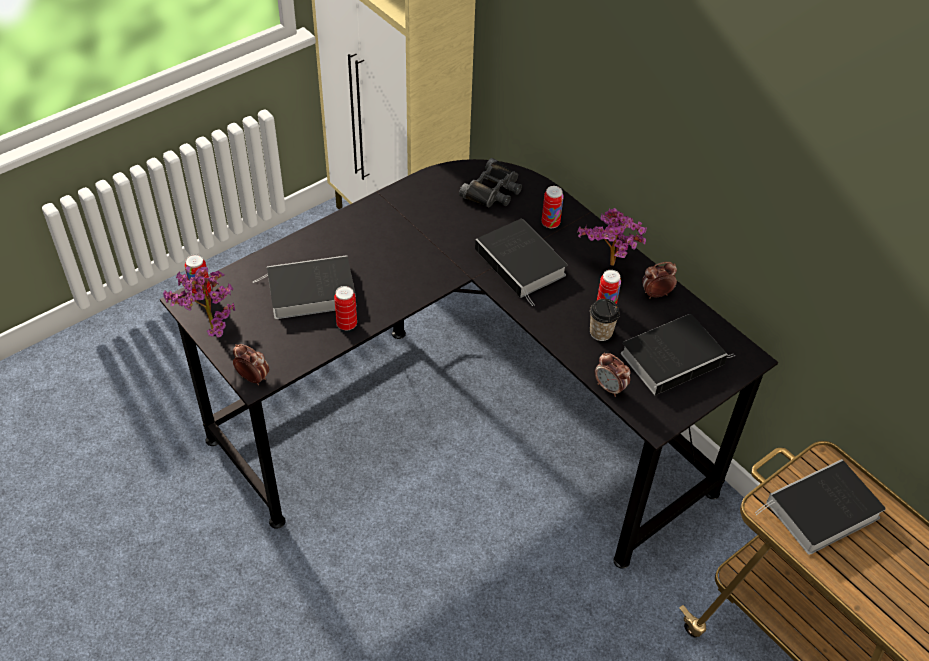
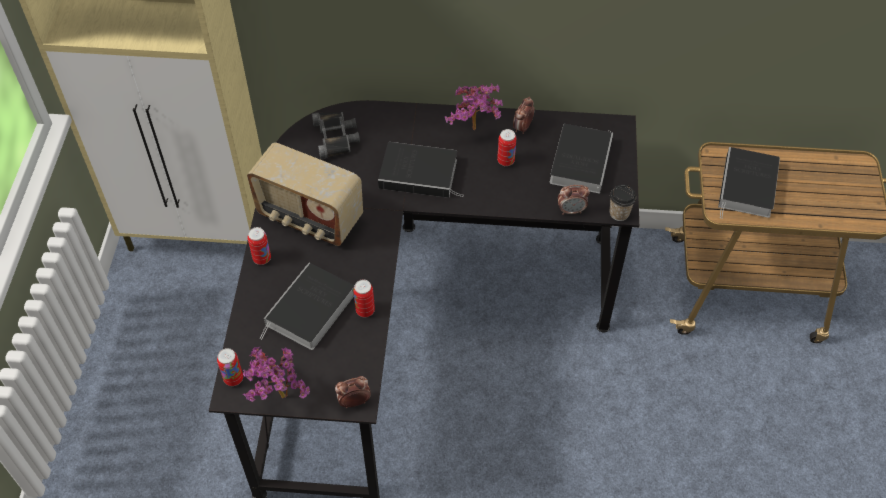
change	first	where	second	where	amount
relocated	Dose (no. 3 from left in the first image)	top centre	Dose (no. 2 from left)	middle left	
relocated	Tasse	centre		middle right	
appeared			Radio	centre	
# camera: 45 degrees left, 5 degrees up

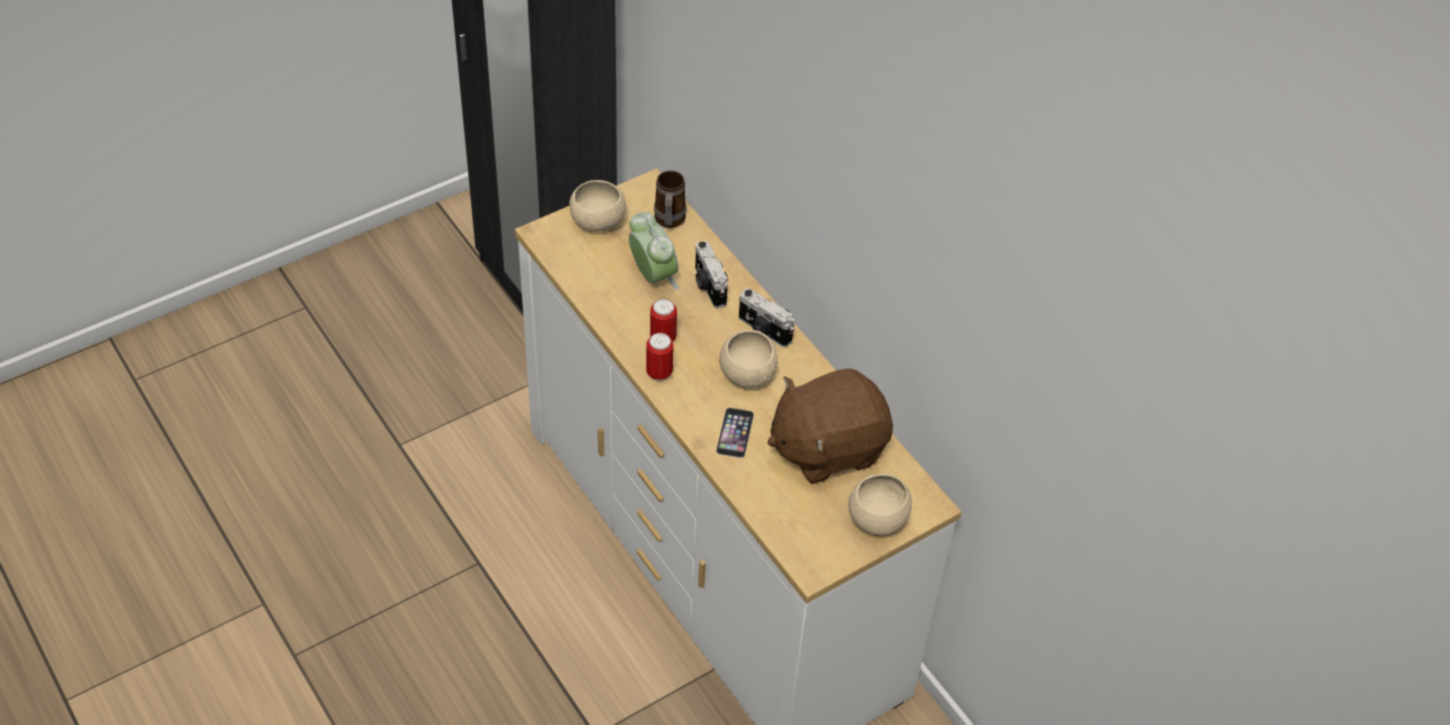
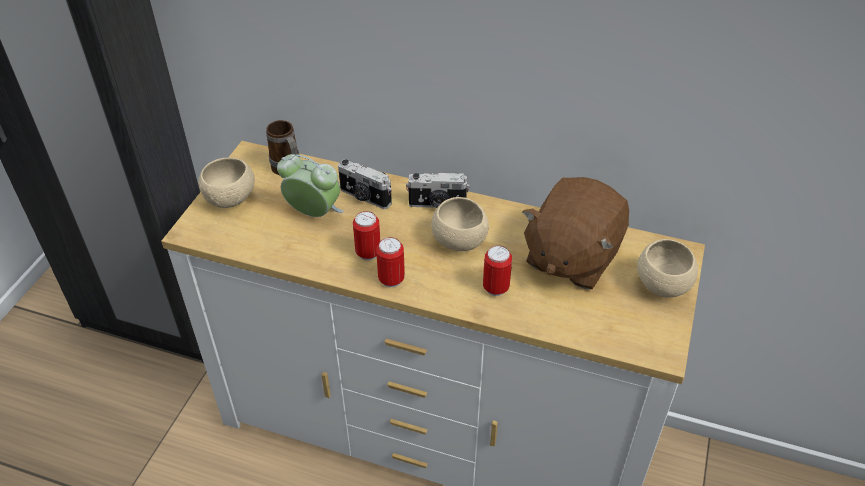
change	first	where	second	where	amount
exchanged	Handy	centre	Dose (no. 3 from left)	centre	
# camera: 35 degrees left, 5 degrees down

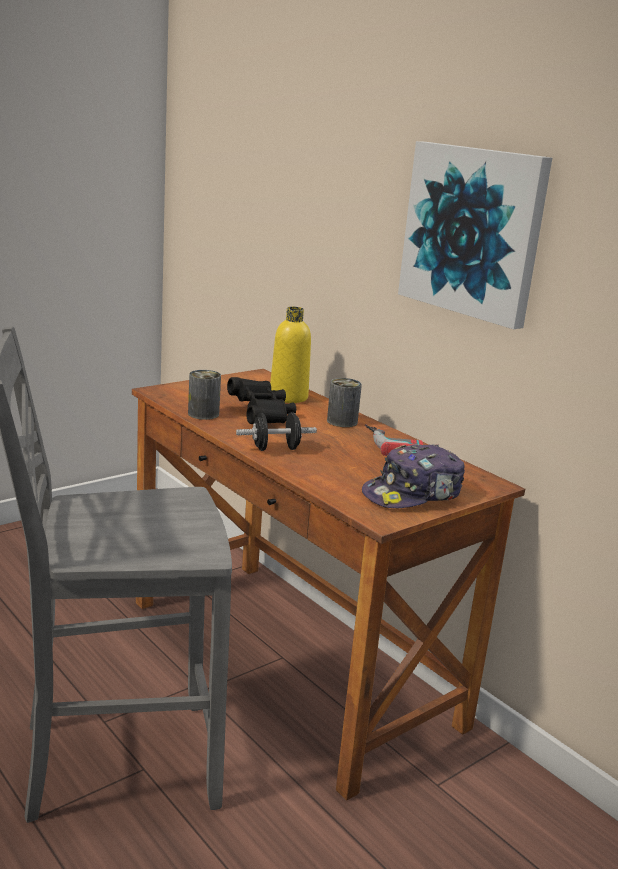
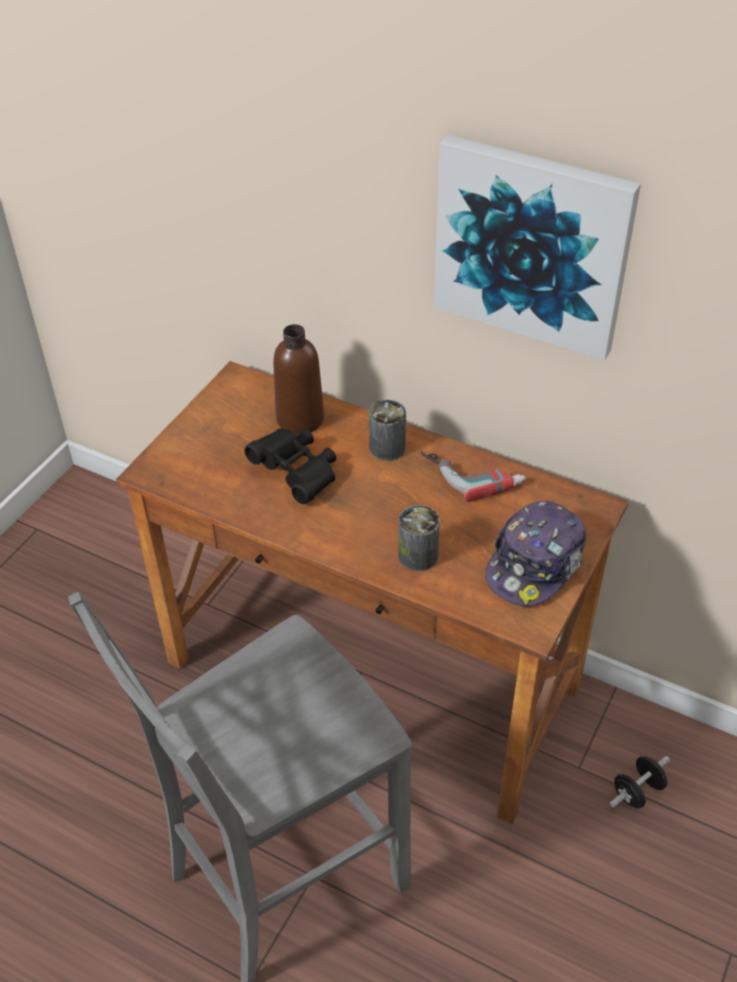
change	first	where	second	where	amount
colour	Flasche (gelb)	centre	Flasche (braun)	centre	
relocated	Dose (no. 1 from left in the first image)	middle left	Dose (no. 2 from left)	centre	
relocated	Hantel (schwarz)	centre		bottom right	
# camera: 20 degrees left, 25 degrees up

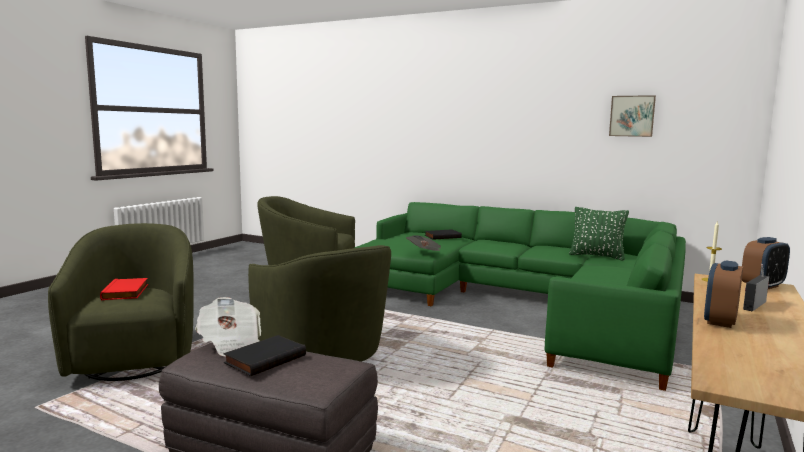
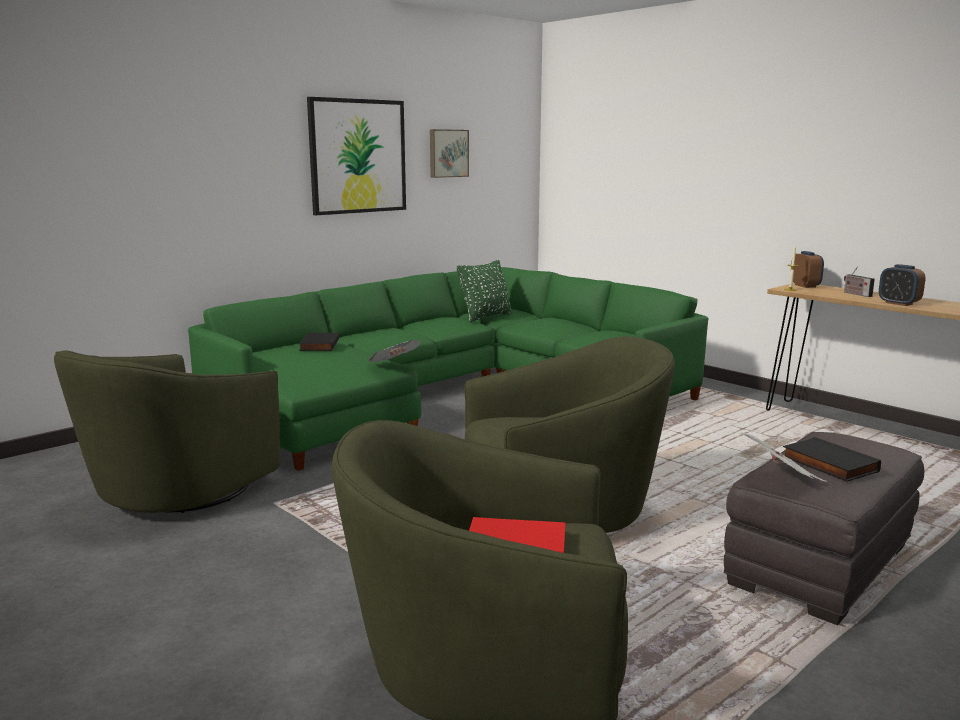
change	first	where	second	where	amount
appeared			Bild (no. 1 from left)	top centre	
# camera: 70 degrees left, 5 degrees up

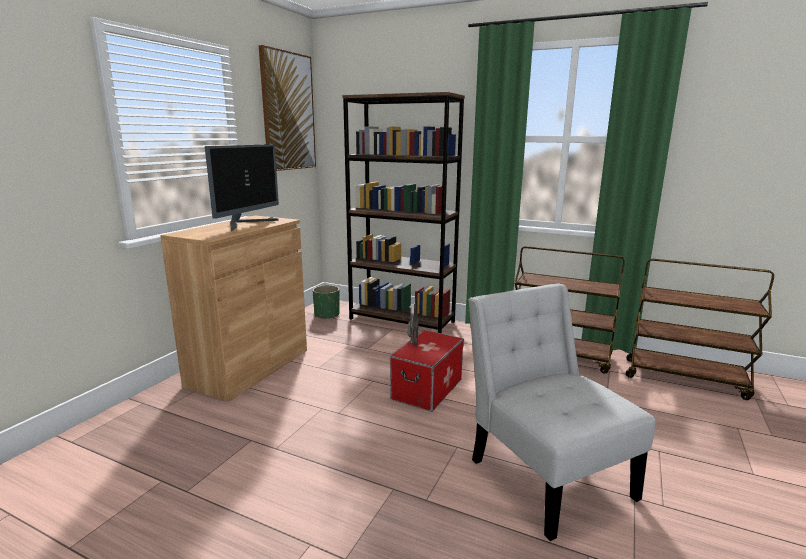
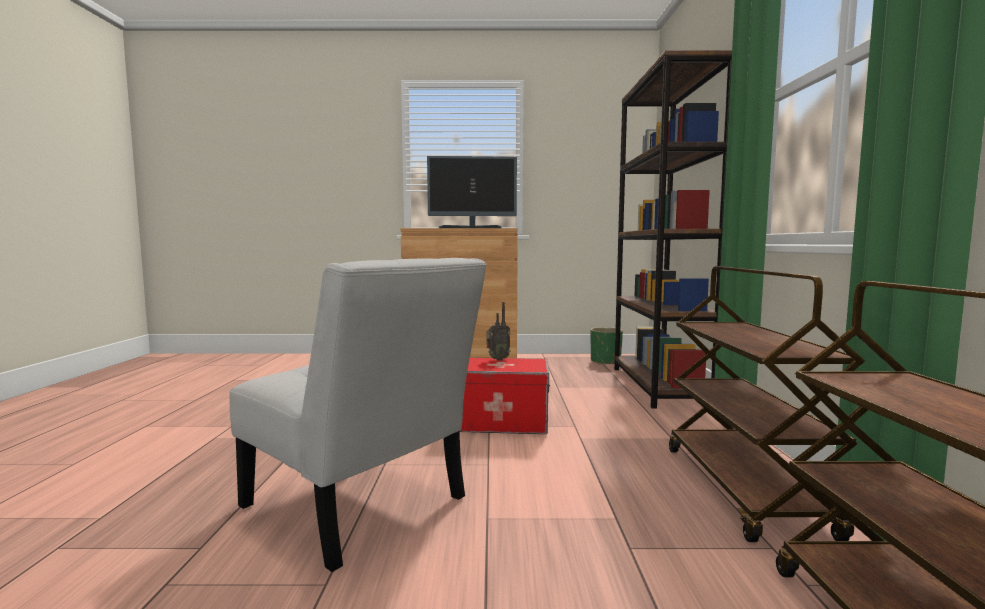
change	first	where	second	where	amount
missing	Bild	top centre			
spun	Stuhl (weiß)	bottom right		bottom centre	90 degrees clockwise
# camera: 65 degrees right, 10 degrees down

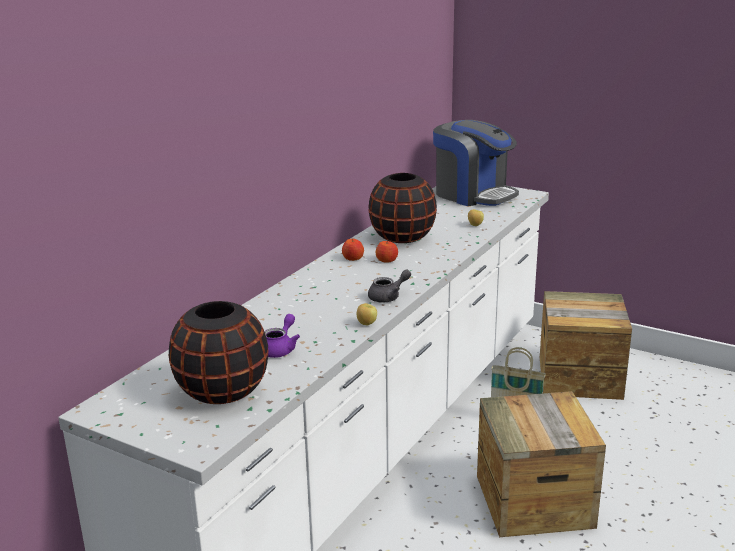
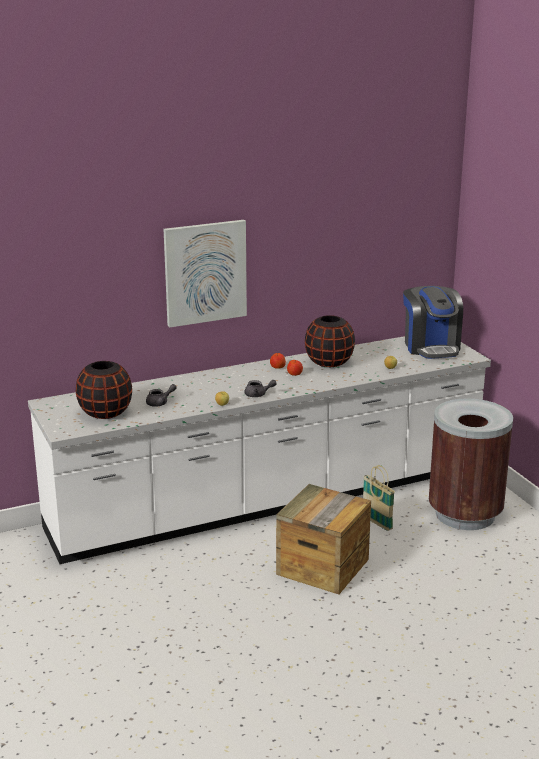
change	first	where	second	where	amount
exchanged	Kiste (no. 2 from left)	middle right	Mülleimer (braun)	middle right	
colour	Teekanne (lila)	centre	Teekanne (grau) (no. 1 from left)	middle left	
appeared			Bild	centre	
# camera: 35 degrees right, 0 degrees up

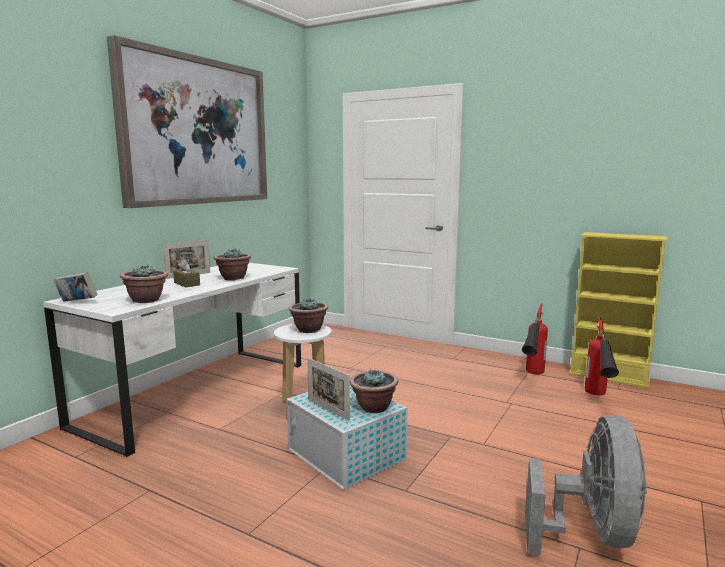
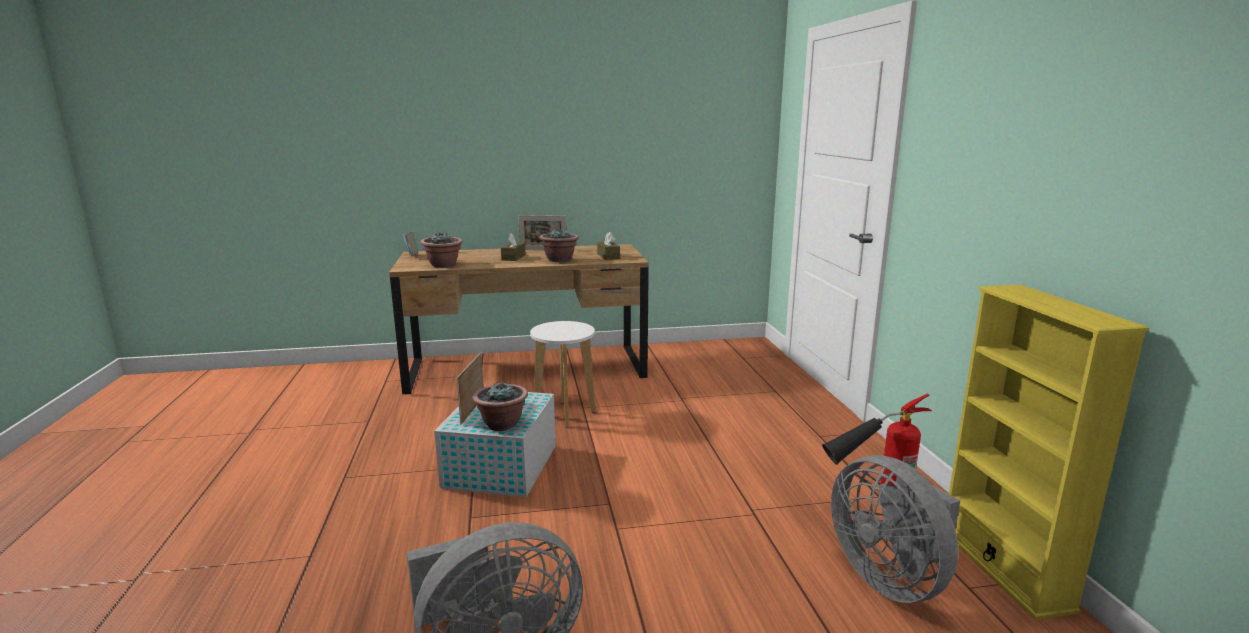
change	first	where	second	where	amount
missing	Bild	top left			
colour	Schreibtisch (weiß)	middle left	Schreibtisch (braun)	centre	
missing	Topfpflanze (no. 3 from left)	centre			
exchanged	Feuerlöscher (no. 2 from left)	middle right	Ventilator (grau) (no. 2 from left)	bottom right	
appeared			Taschentuchbox (braun) (no. 2 from left)	centre	
# camera: 50 degrees right, 5 degrees up

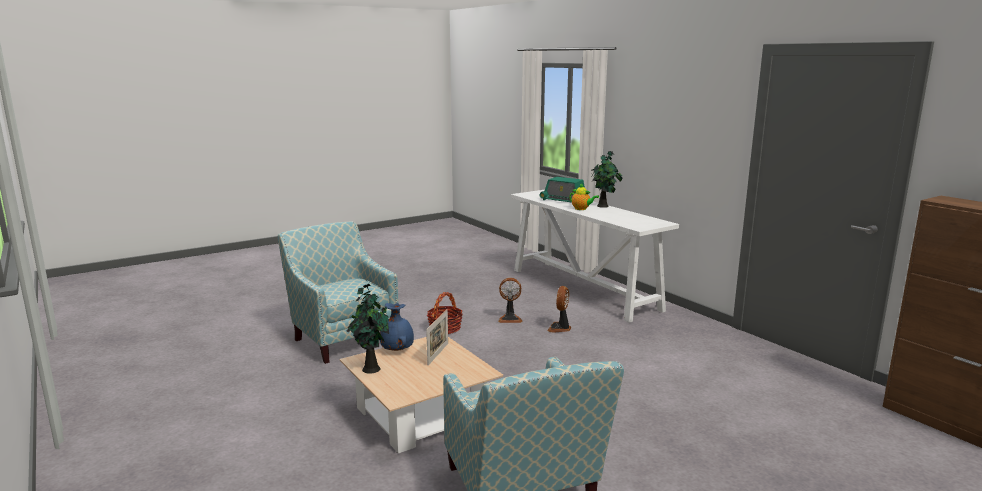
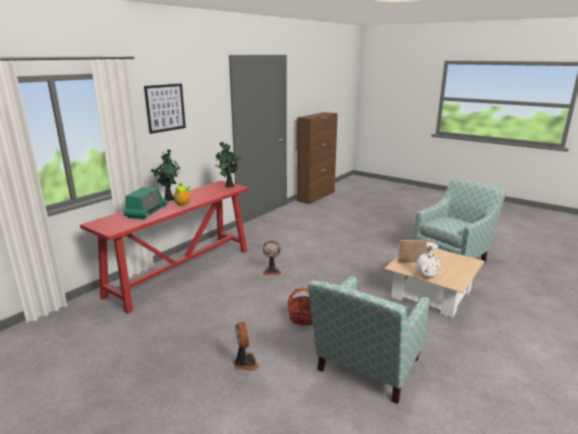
change	first	where	second	where	amount
colour	Konsolentisch (weiß)	centre	Konsolentisch (rot)	middle left	
relocated	Ventilator (no. 1 from left)	centre		bottom centre	
relocated	Topfpflanze (no. 1 from left in the first image)	bottom centre	Topfpflanze (no. 2 from left)	centre	
colour	Vase (blau)	centre	Vase (weiß)	middle right	
appeared			Bild	top left	
# camera: 110 degrees left, 5 degrees up

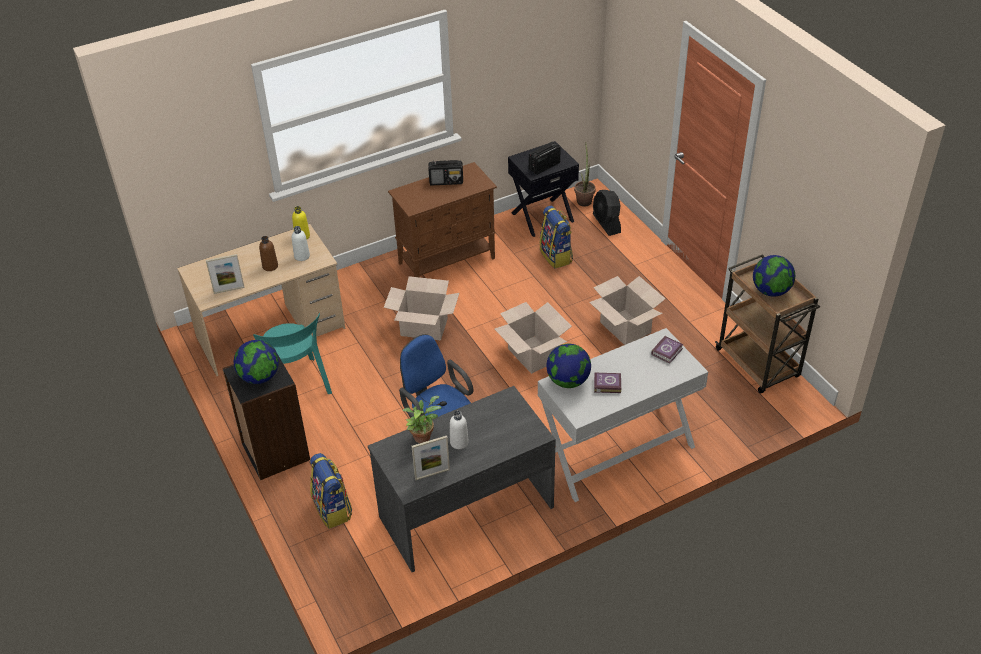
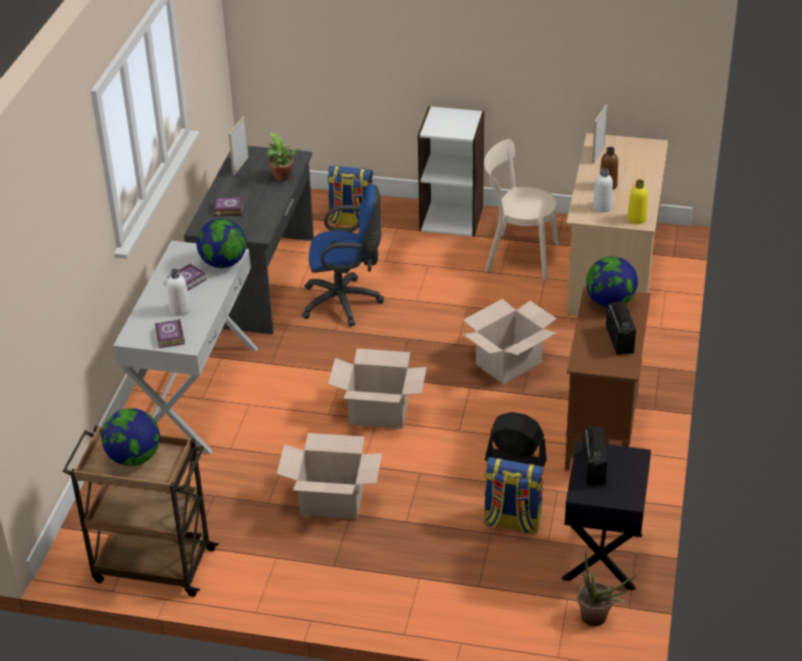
change	first	where	second	where	amount
spun	Radio (no. 1 from left in the first image)	top centre	Radio (no. 2 from left)	middle right	135 degrees clockwise
relocated	Ventilator (schwarz)	top centre		centre	
colour	Stuhl (türkis)	middle left	Stuhl (beige)	top centre	
relocated	Globus (no. 1 from left in the first image)	middle left	Globus (no. 3 from left)	middle right	
colour	Bücherregal (schwarz)	middle left	Bücherregal (weiß)	top centre	
relocated	Flasche (weiß) (no. 2 from left in the first image)	centre	Flasche (weiß) (no. 1 from left)	middle left	
appeared			Buch (no. 3 from left)	top left	
# camera: 130 degrees right, 5 degrees down

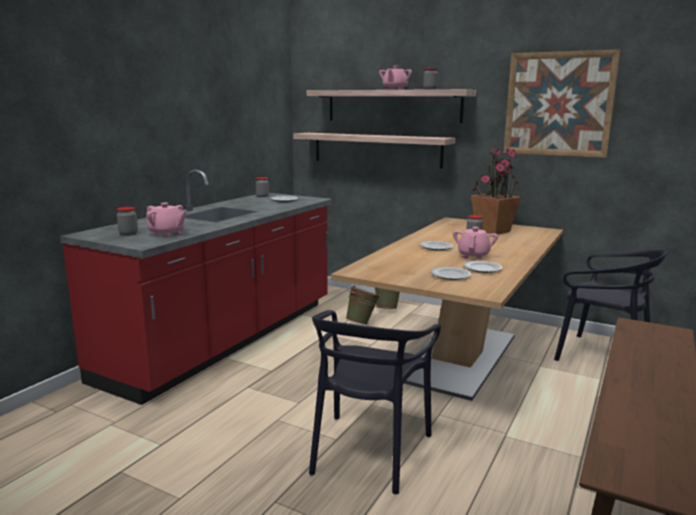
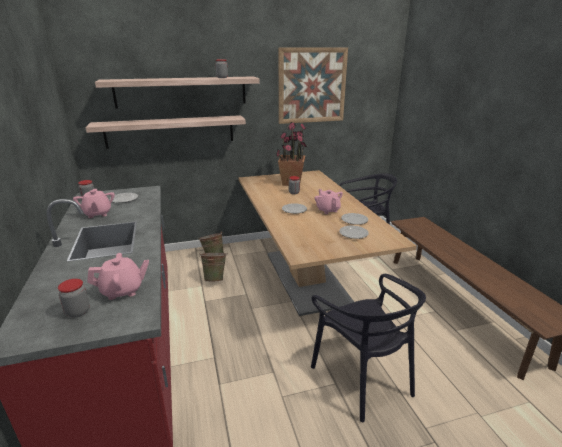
change	first	where	second	where	amount
relocated	Teekanne (rosa) (no. 2 from left in the first image)	top centre	Teekanne (rosa) (no. 1 from left)	middle left	
# camera: 45 degrees left, 10 degrees up

